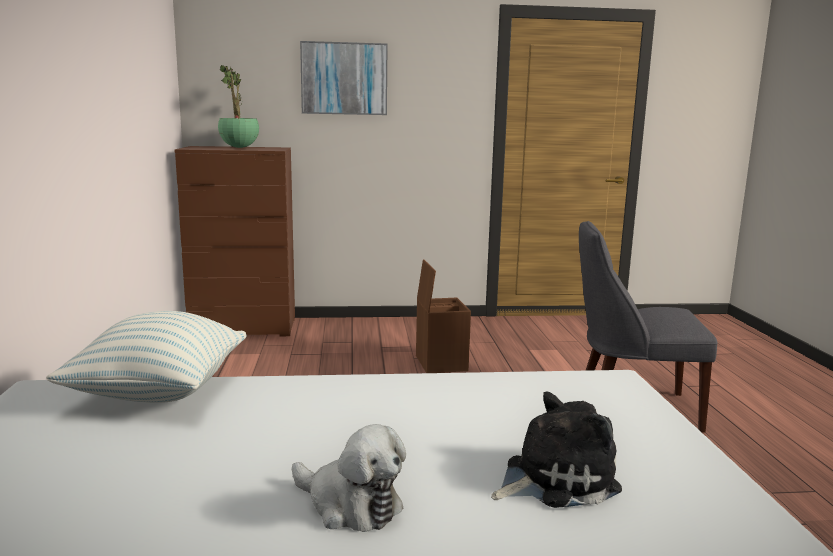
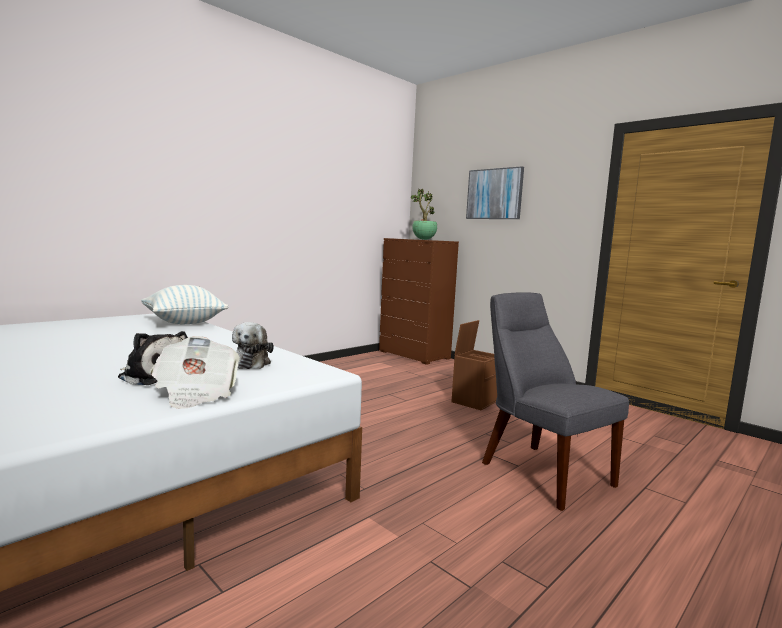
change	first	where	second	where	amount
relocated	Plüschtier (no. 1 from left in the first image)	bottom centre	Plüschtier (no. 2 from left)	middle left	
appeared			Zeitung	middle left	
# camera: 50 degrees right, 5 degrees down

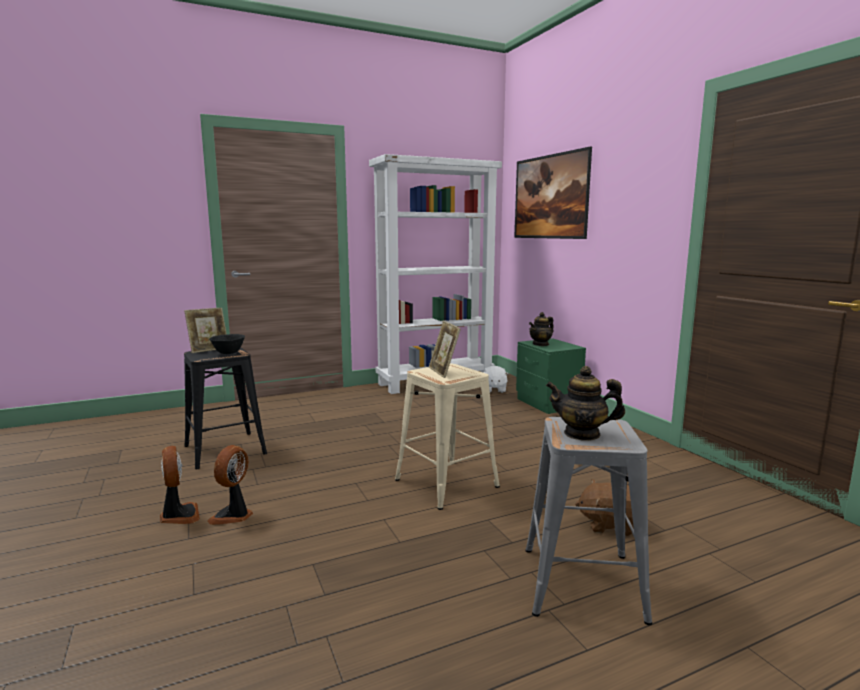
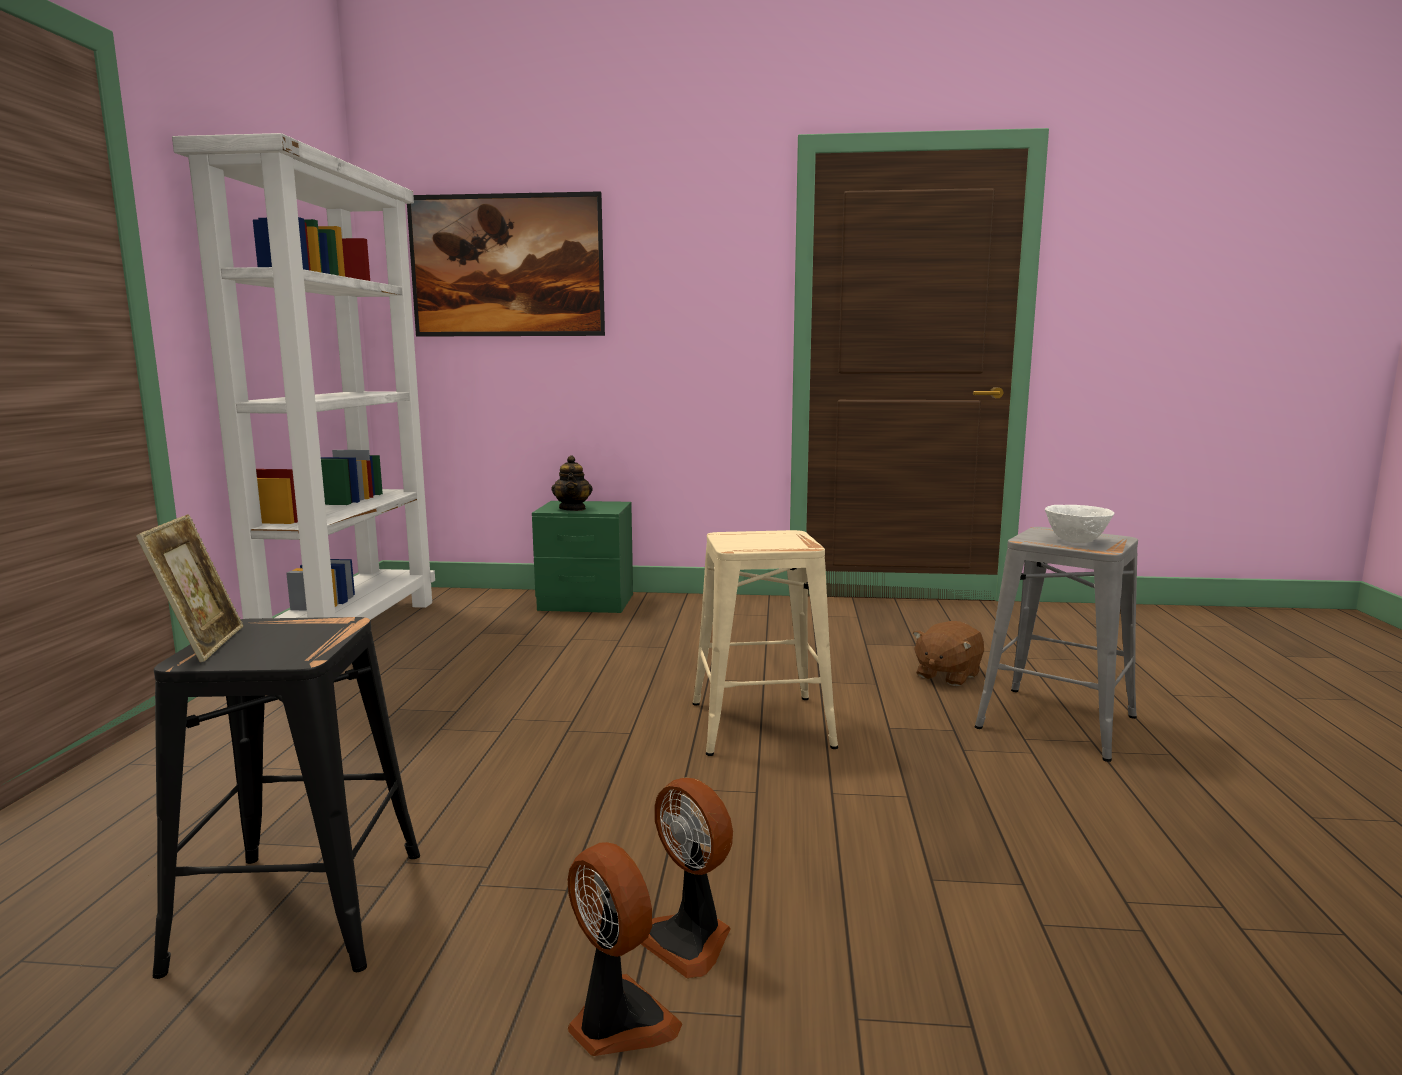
change	first	where	second	where	amount
missing	Bilderrahmen (no. 2 from left)	centre			
missing	Schüssel (schwarz)	middle left			
missing	Plüschtier (weiß)	centre			
exchanged	Teekanne (no. 2 from left)	middle right	Schüssel (weiß)	middle right	
spun	Ventilator (no. 1 from left)	bottom left		bottom centre	45 degrees clockwise
# camera: 60 degrees left, 0 degrees up

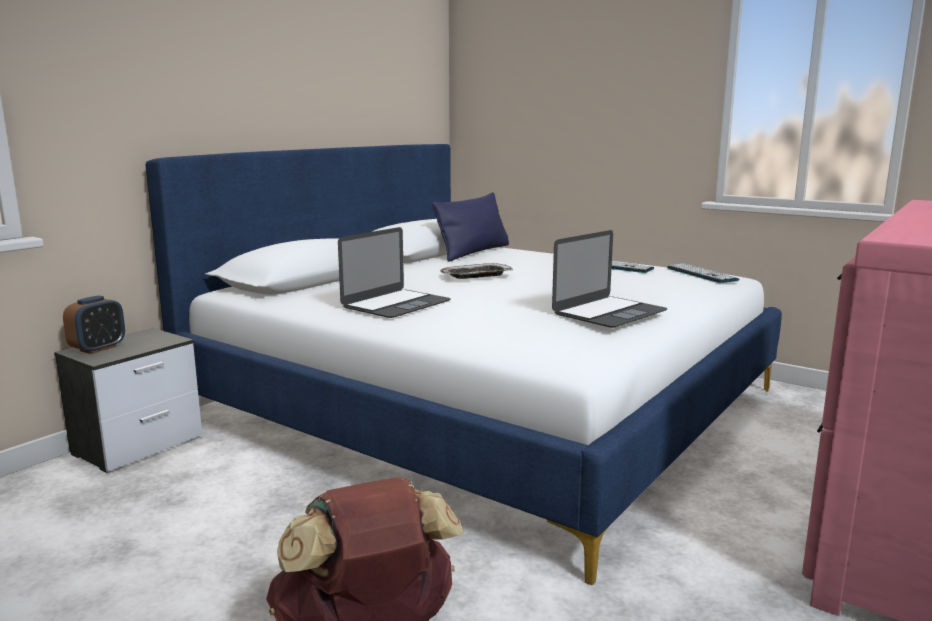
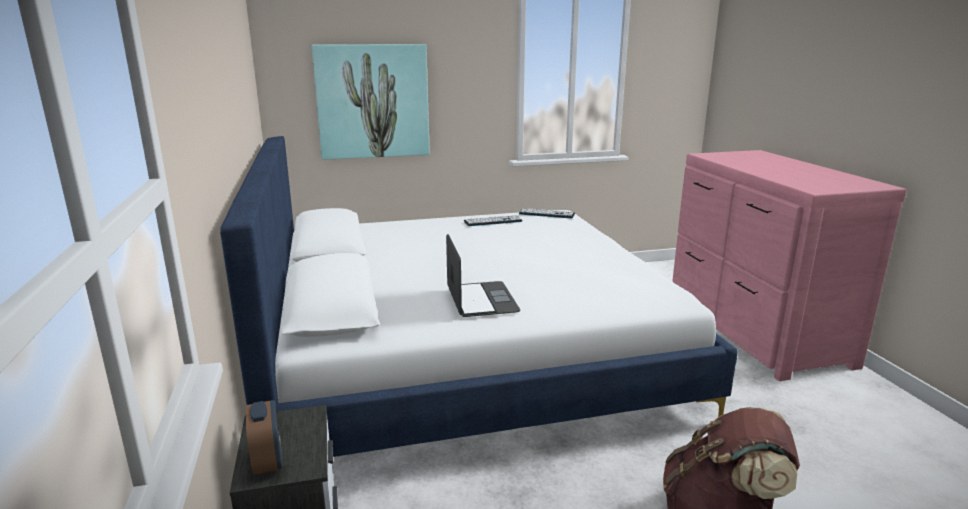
change	first	where	second	where	amount
missing	Kissen (blau)	centre			
missing	Laptop (no. 2 from left)	centre			
missing	Tablett	centre			
appeared			Bild	top centre	
# camera: 50 degrees left, 5 degrees up

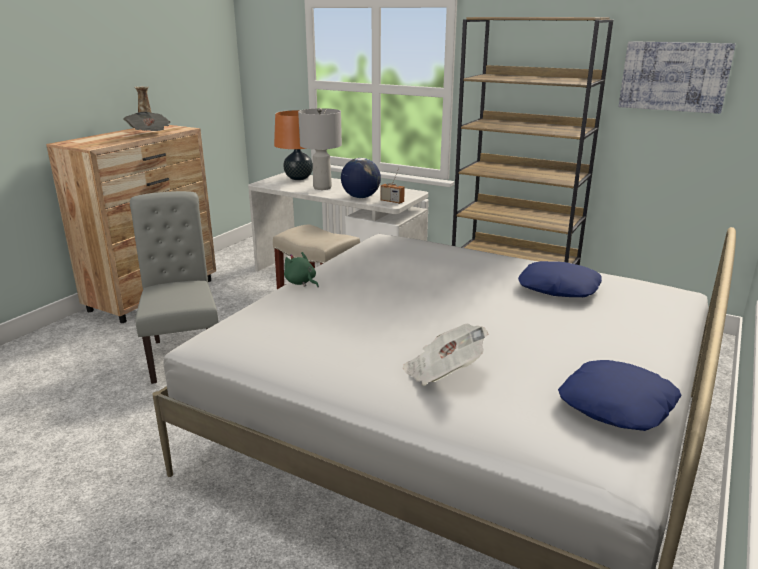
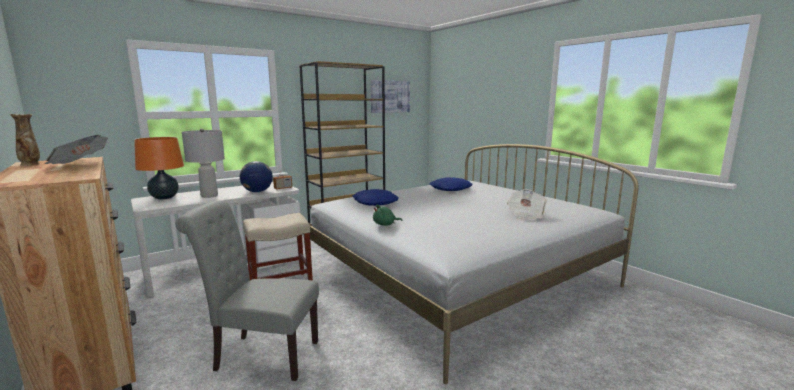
change	first	where	second	where	amount
relocated	Kissen (blau) (no. 2 from left in the first image)	bottom right	Kissen (blau) (no. 1 from left)	centre	
# camera: 65 degrees left, 10 degrees down

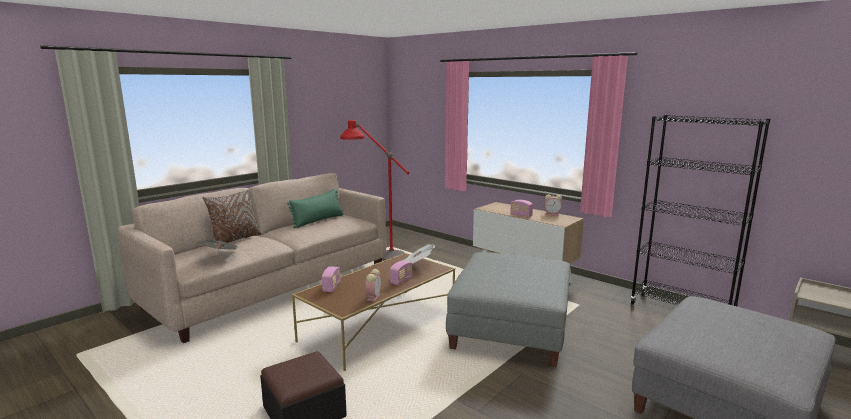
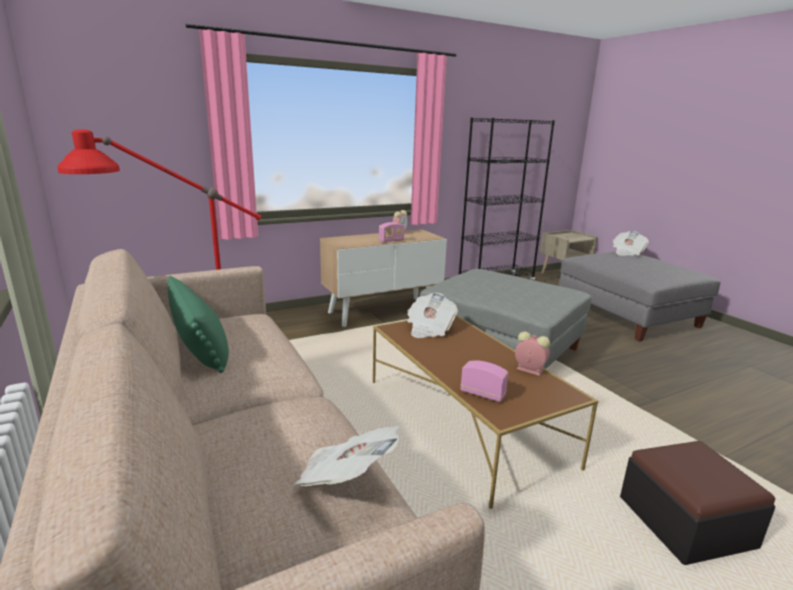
change	first	where	second	where	amount
missing	Kissen (braun)	middle left			
missing	Radio (no. 2 from left)	centre			
appeared			Zeitung (no. 3 from left)	middle right	
# camera: 70 degrees left, 5 degrees up

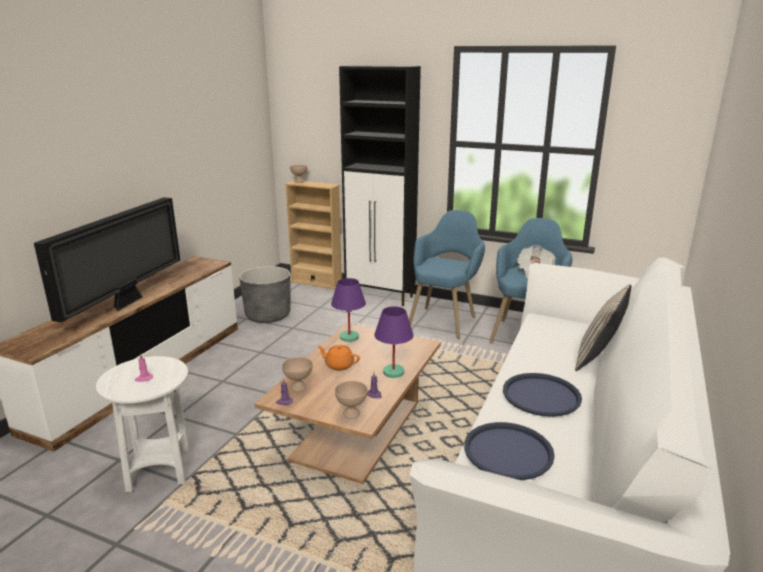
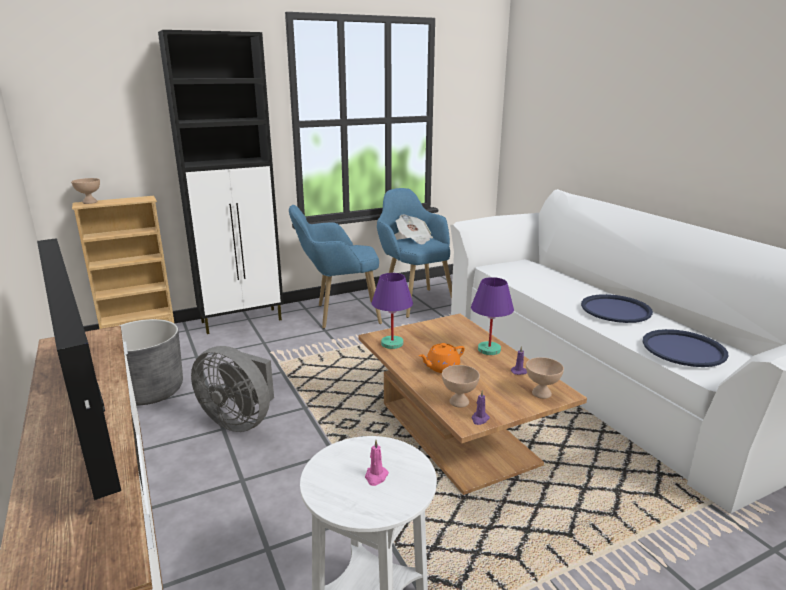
change	first	where	second	where	amount
spun	Sessel (blau) (no. 1 from left)	centre		centre	75 degrees counterclockwise
missing	Kissen (beige)	middle right			
appeared			Ventilator (grau)	middle left	
# camera: 50 degrees left, 0 degrees up

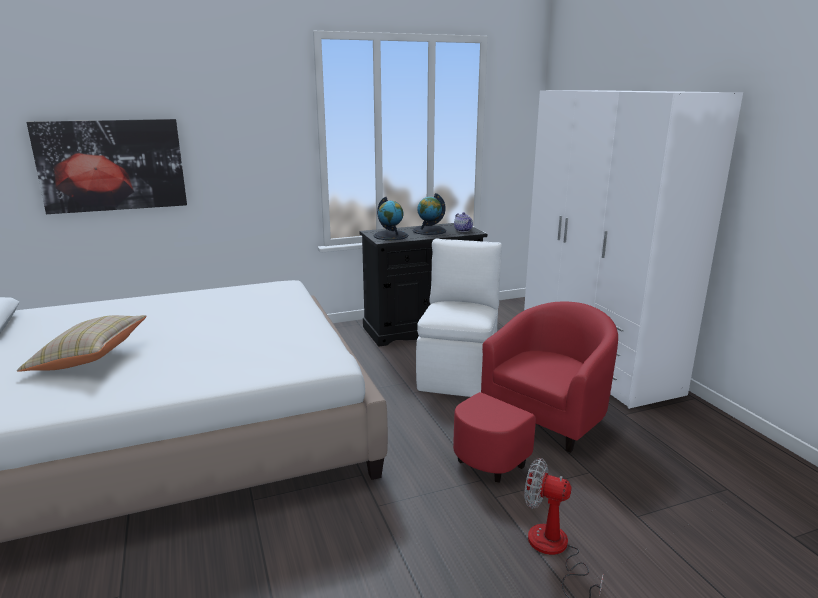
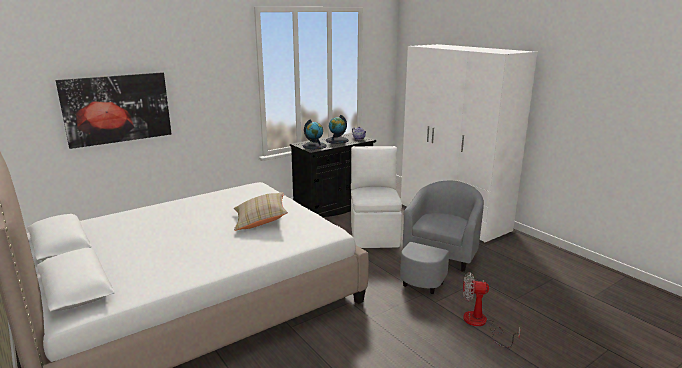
change	first	where	second	where	amount
colour	Sessel (rot)	centre	Sessel (grau)	centre	
relocated	Kissen (beige)	middle left		centre	
# camera: 15 degrees left, 0 degrees up

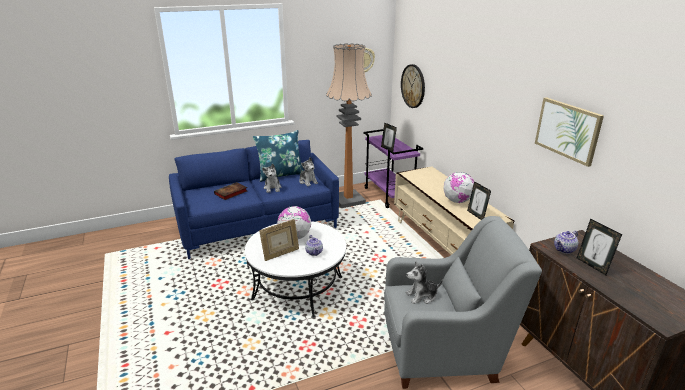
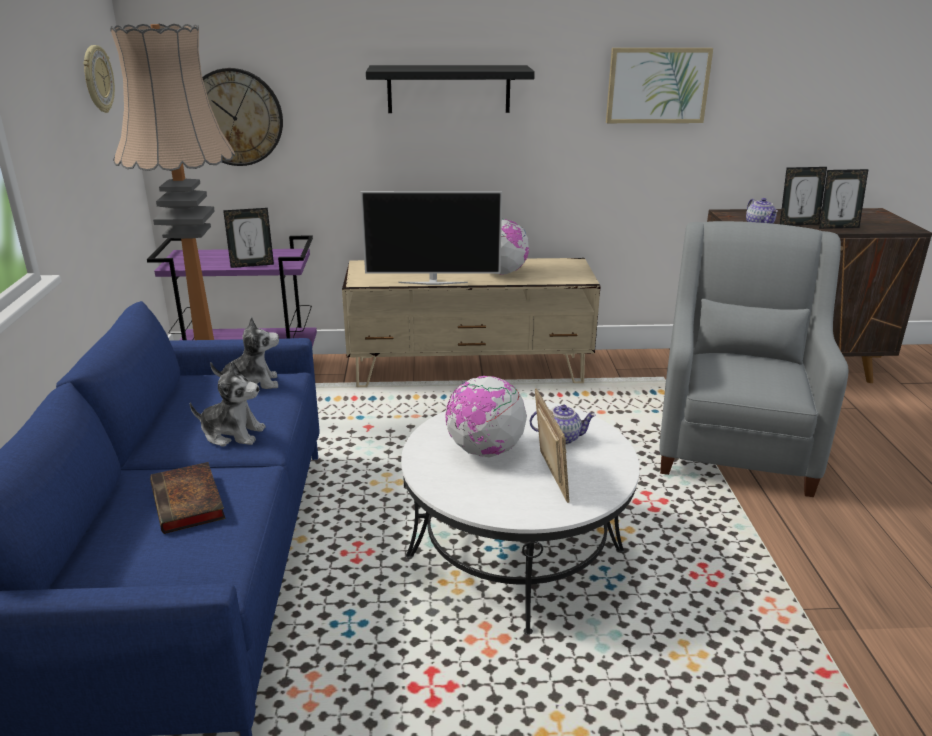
change	first	where	second	where	amount
missing	Kissen (blau)	centre			
relocated	Bilderrahmen (no. 3 from left in the first image)	middle right	Bilderrahmen (no. 4 from left)	top right	
missing	Plüschtier (no. 3 from left)	bottom centre			
appeared			Wandregal (schwarz)	top centre	
appeared			Fernseher	top centre	
# camera: 70 degrees left, 0 degrees up

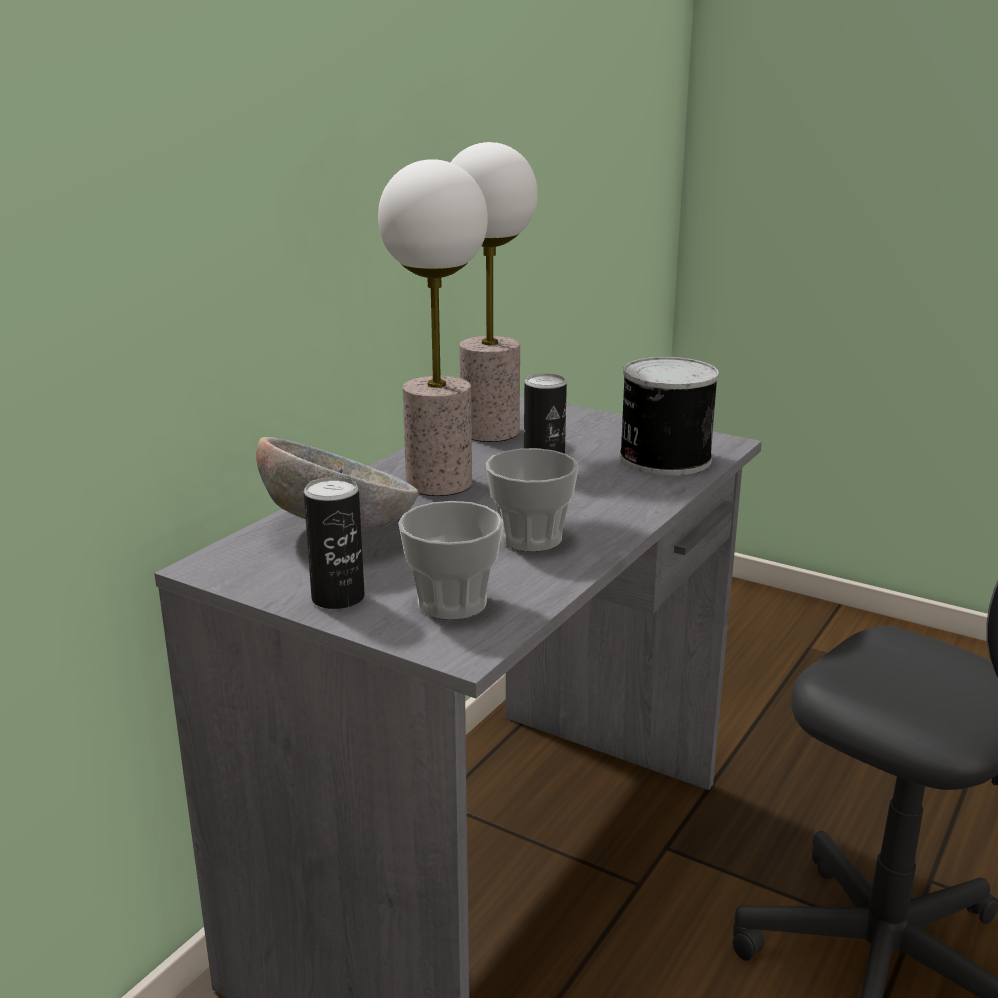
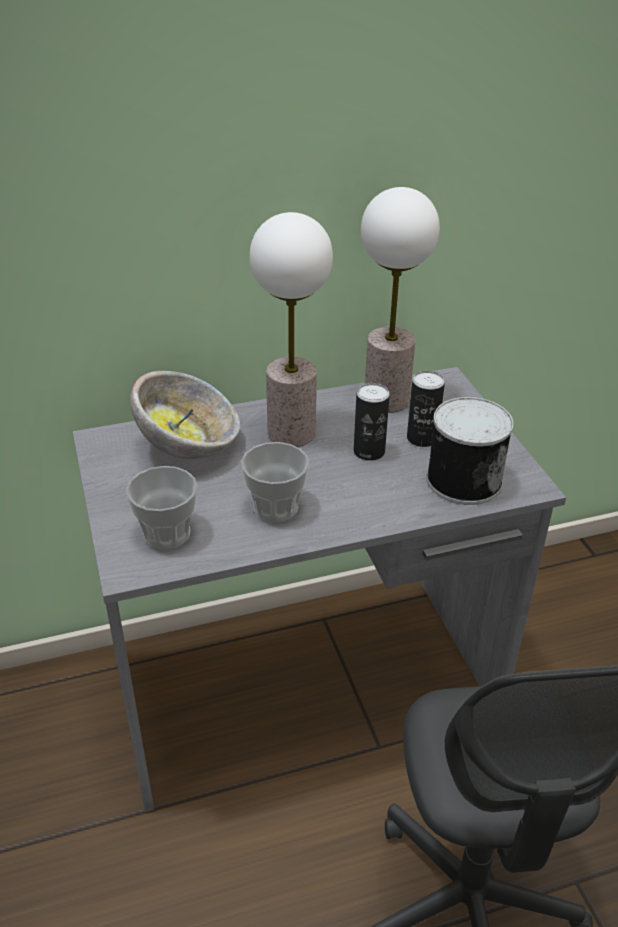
change	first	where	second	where	amount
relocated	Dose (no. 1 from left in the first image)	centre	Dose (no. 2 from left)	middle right	
# camera: 40 degrees right, 15 degrees up

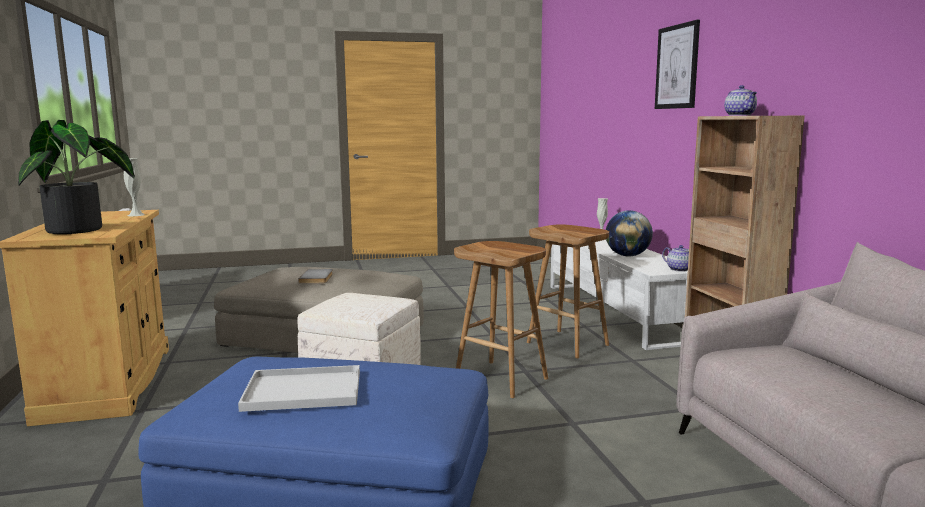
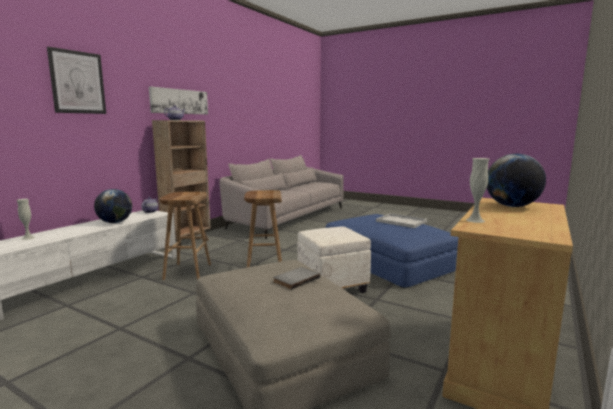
change	first	where	second	where	amount
exchanged	Topfpflanze	middle left	Globus (no. 2 from left)	middle right	
appeared			Bild (no. 2 from left)	top left	
# camera: 135 degrees left, 0 degrees up

